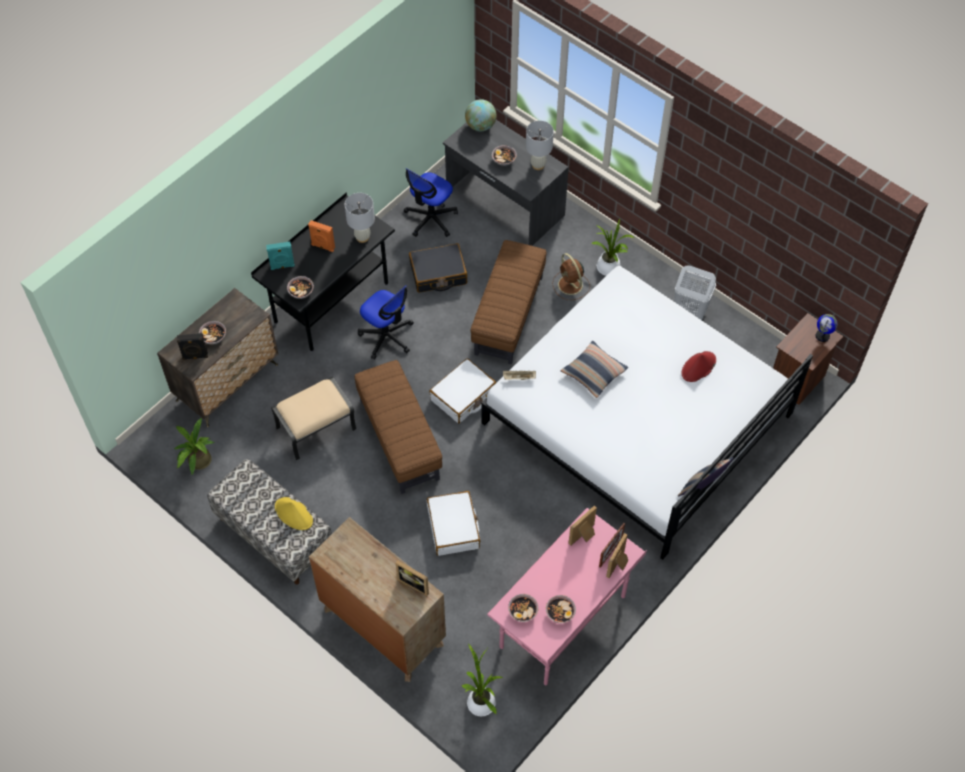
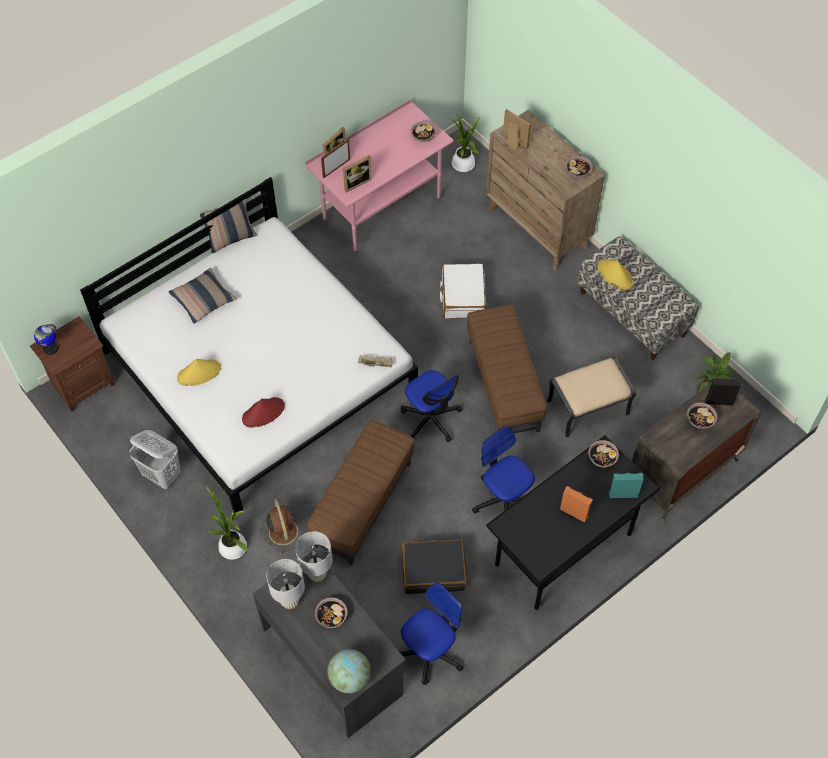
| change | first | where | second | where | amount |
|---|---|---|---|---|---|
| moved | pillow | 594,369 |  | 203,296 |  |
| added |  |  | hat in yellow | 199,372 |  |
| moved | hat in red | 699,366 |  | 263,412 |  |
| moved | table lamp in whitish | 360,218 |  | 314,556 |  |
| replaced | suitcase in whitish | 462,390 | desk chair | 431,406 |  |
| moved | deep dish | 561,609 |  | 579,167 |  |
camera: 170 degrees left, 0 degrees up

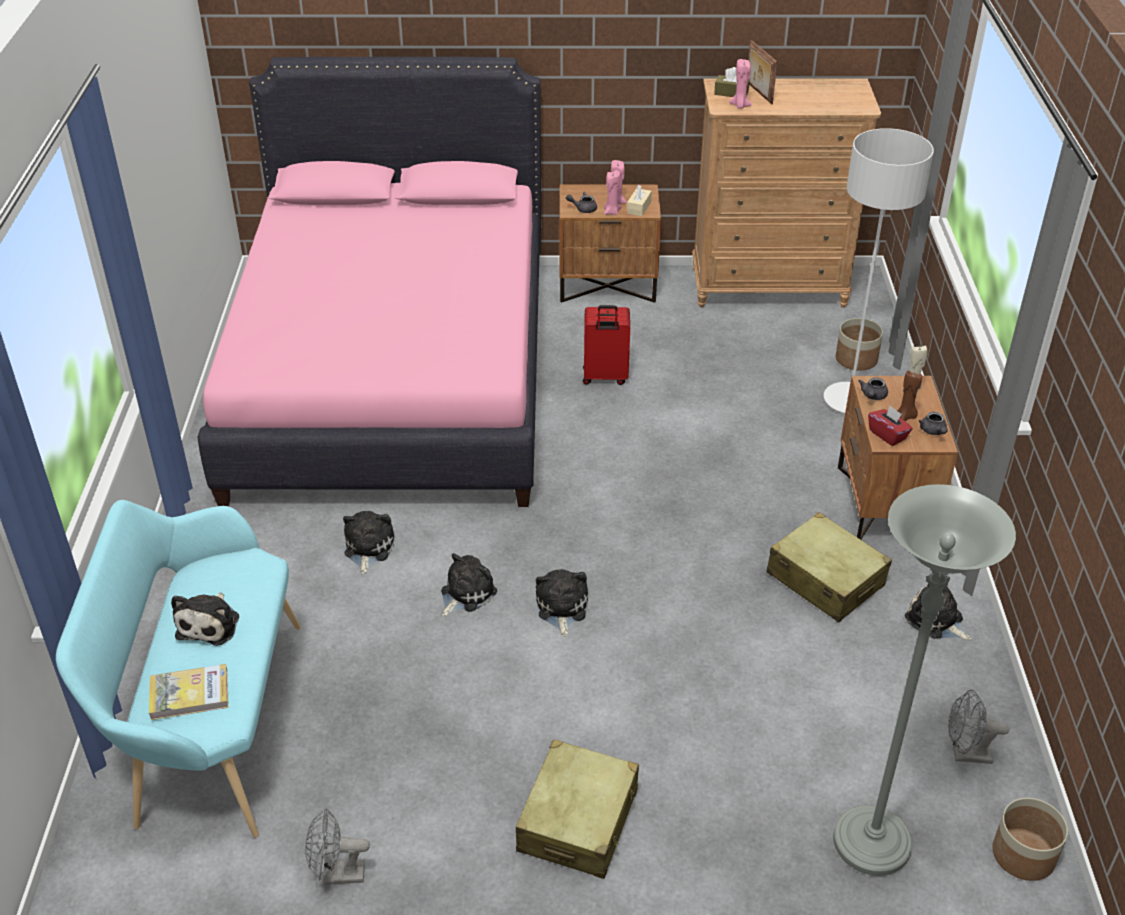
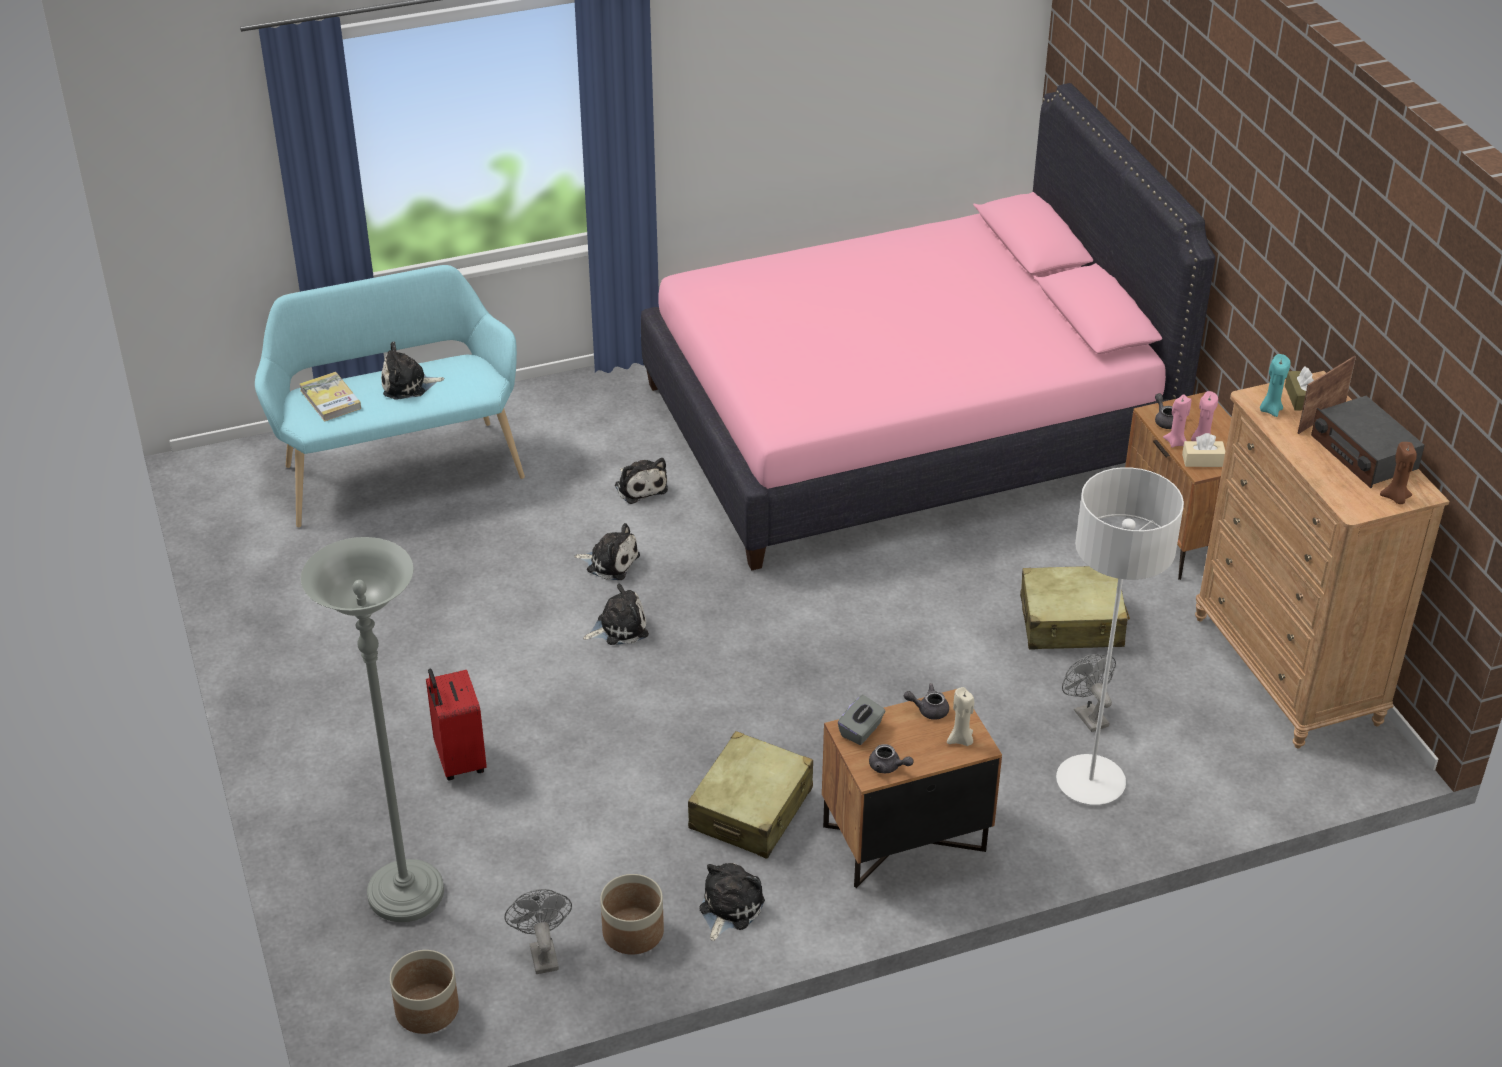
| change | first | where | second | where | amount |
|---|---|---|---|---|---|
| moved | suitcase in red | 606,345 |  | 456,724 |  |
| moved | planter | 859,344 |  | 632,914 |  |
| turned | soft toy | 368,542 |  | 641,481 | 75 degrees clockwise |
| recoloured | tissue holder in red | 890,426 | tissue holder in greyish | 861,720 |  |
| turned | teapot in greyish | 933,423 |  | 891,758 | 120 degrees counterclockwise |
| moved | suitcase in beige-coloured | 577,809 |  | 1075,608 |  |
| moved | electric fan in greyish | 337,846 |  | 1089,693 |  |
| recoloured | wax light in pinkish | 740,84 | wax light in turquoise | 1275,385 |  |
| added |  |  | radio | 1368,441 |  |
| moved | wax light in brownish | 909,395 |  | 1398,473 |  |
camera: 70 degrees right, 0 degrees up

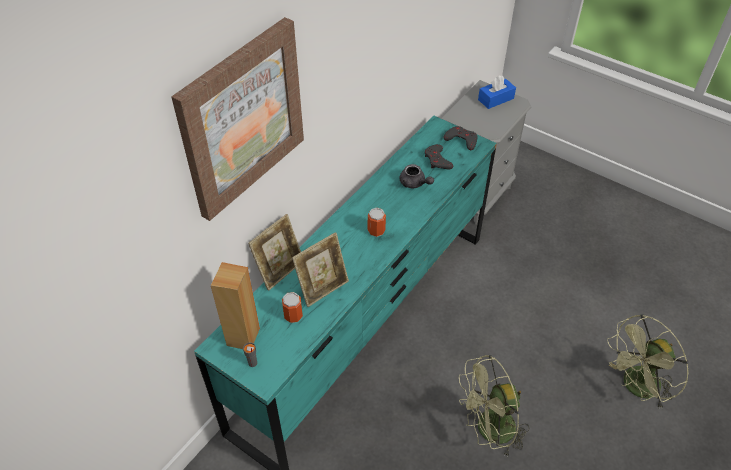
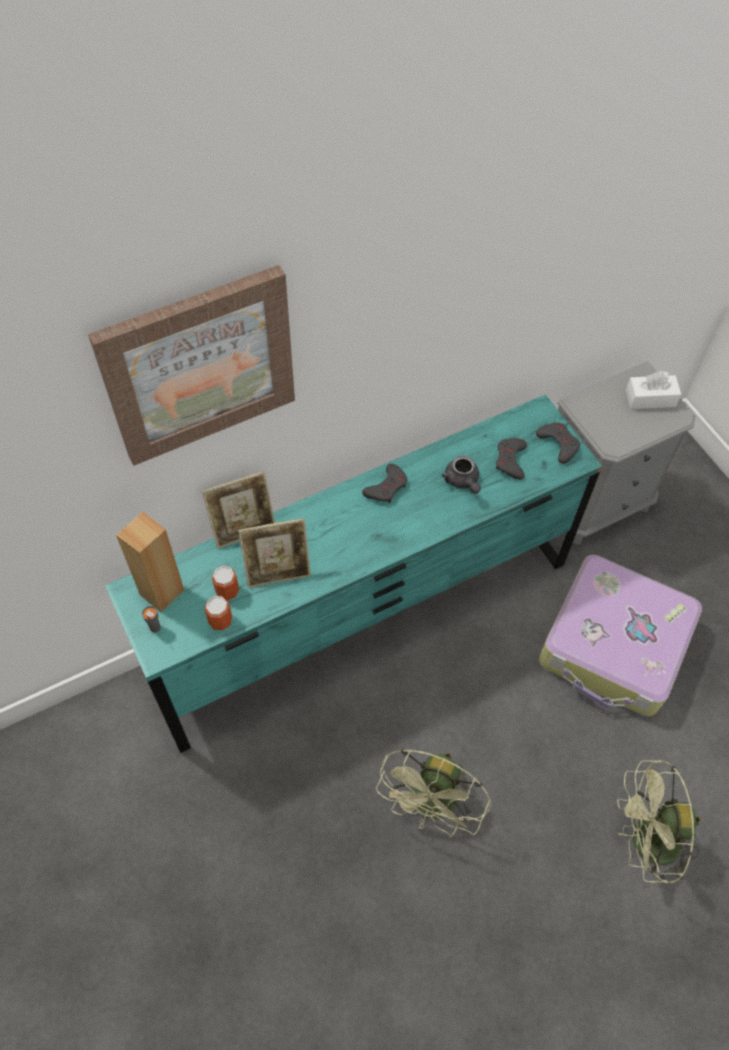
| change | first | where | second | where | amount |
|---|---|---|---|---|---|
| moved | can | 377,222 |  | 218,613 |  |
| added |  |  | joypad in greyish | 384,483 |  |
| turned | electric fan in green | 494,406 |  | 433,792 | 75 degrees counterclockwise |
| added |  |  | suitcase | 620,636 |  |
| recoloured | tissue holder in blue | 497,92 | tissue holder in whitish | 653,390 |  |
camera: 25 degrees right, 10 degrees up

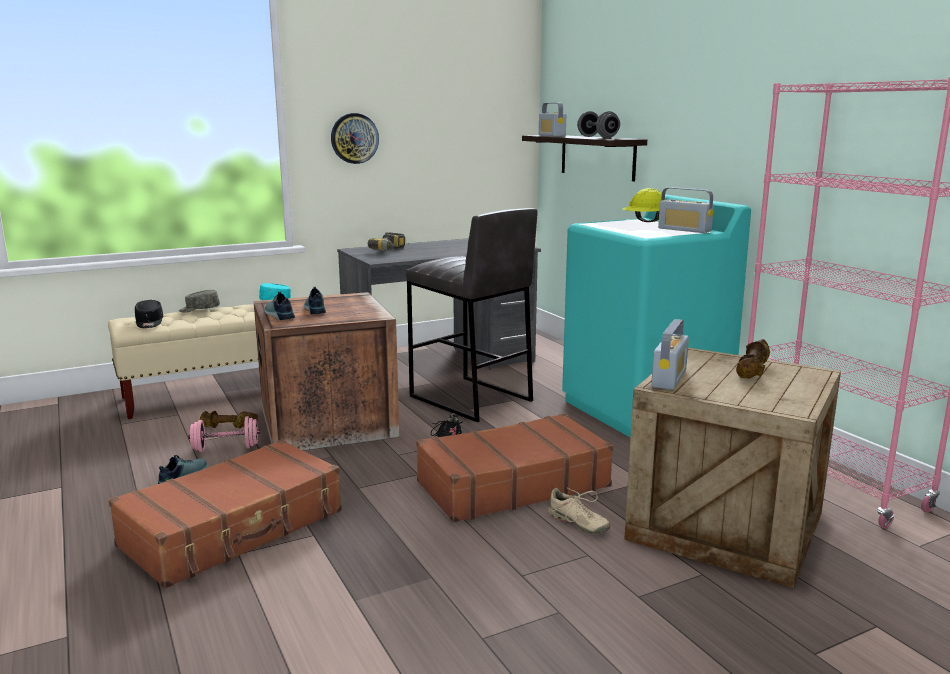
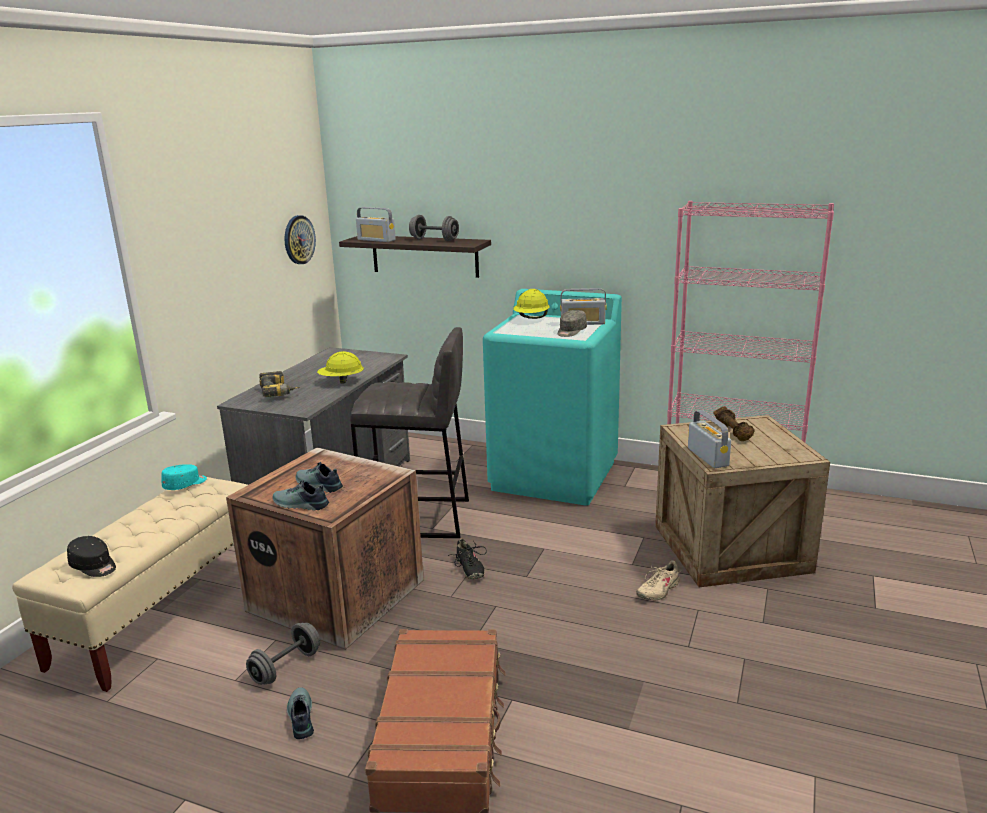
| change | first | where | second | where | amount |
|---|---|---|---|---|---|
| recoloured | hand weight in pinkish | 224,434 | hand weight in greyish | 283,654 |  |
| moved | clock on the wall | 355,138 |  | 300,239 |  |
| added |  |  | hard hat in yellow | 340,367 |  |
| moved | baseball cap in greyish | 199,301 |  | 572,323 |  |
| turned | shoe in beige-coloured | 579,511 |  | 659,580 | 135 degrees clockwise |
| removed | hand weight in brownish | 229,420 |  |  |  |
| removed | suitcase in brownish | 515,467 |  |  |  |
camera: 40 degrees left, 5 degrees up

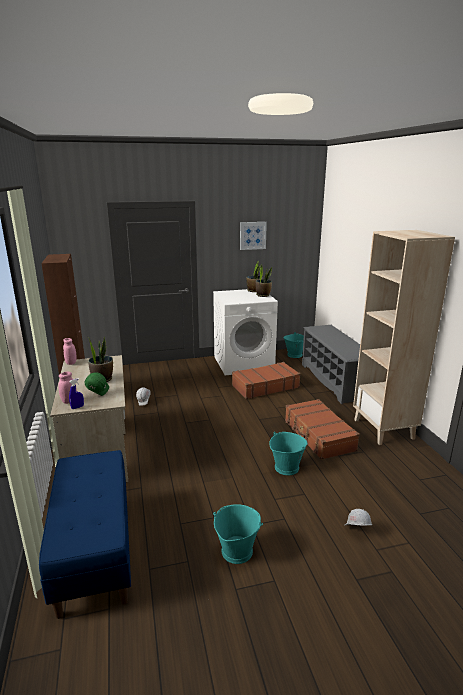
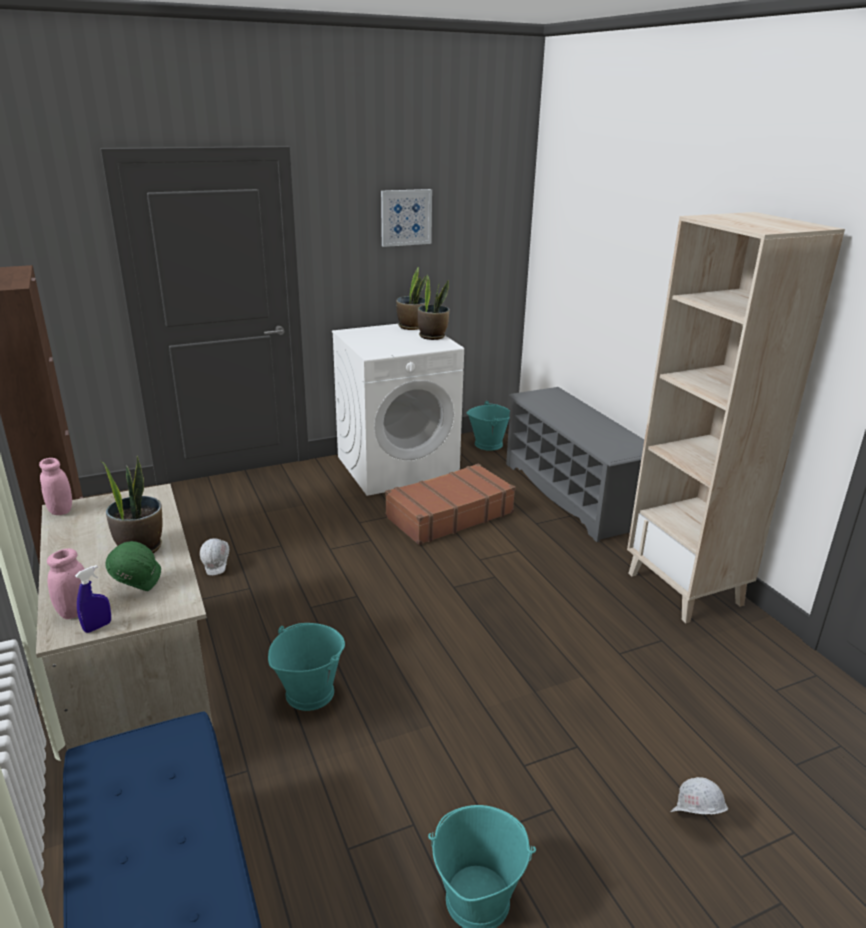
| change | first | where | second | where | amount |
|---|---|---|---|---|---|
| moved | bucket in turquoise | 288,453 |  | 306,667 |  |
| removed | suitcase in brownish | 322,429 |  |  |  |
camera: 10 degrees left, 5 degrees up

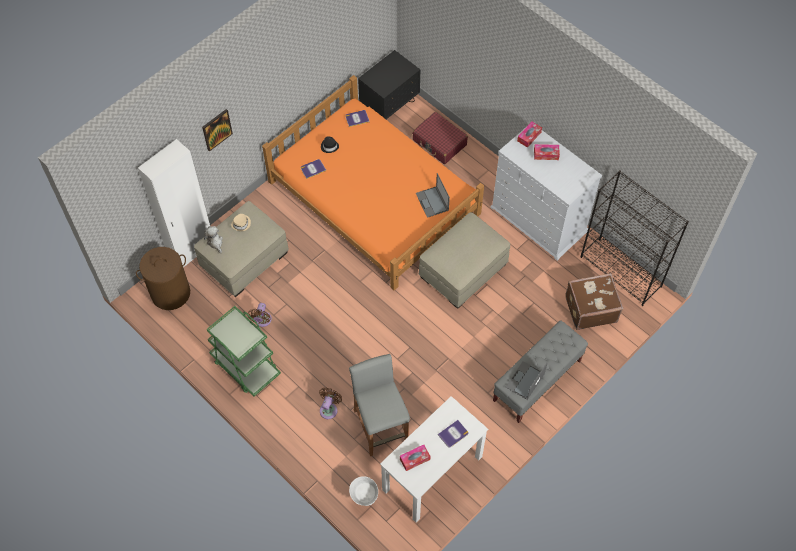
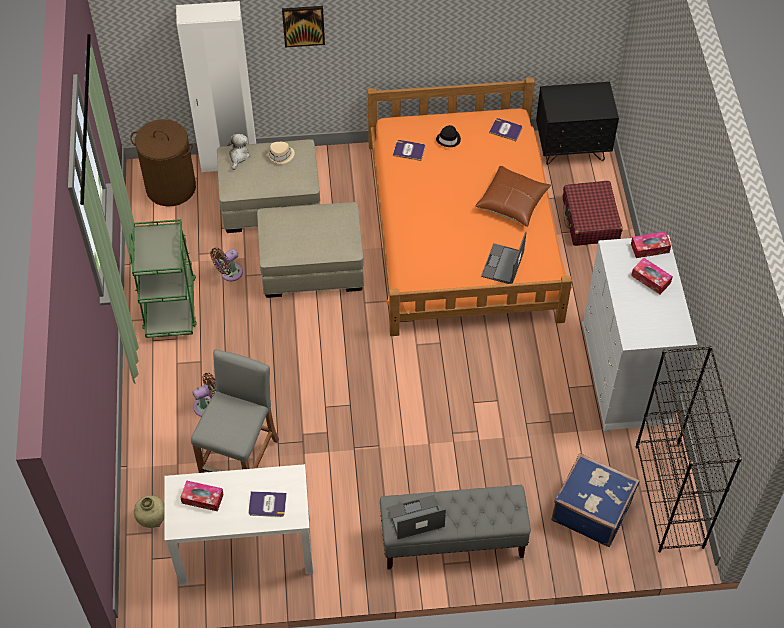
| change | first | where | second | where | amount |
|---|---|---|---|---|---|
| replaced | deep dish in whitish | 363,491 | decorative vase in beige-coloured | 149,511 |  |
| moved | pouffe in beige-coloured | 464,260 |  | 310,250 |  |
| added |  |  | pillow in brownish | 513,196 |  |
| recoloured | suitcase in brownish | 594,301 | suitcase in blue | 595,500 |  |
camera: 40 degrees right, 5 degrees down

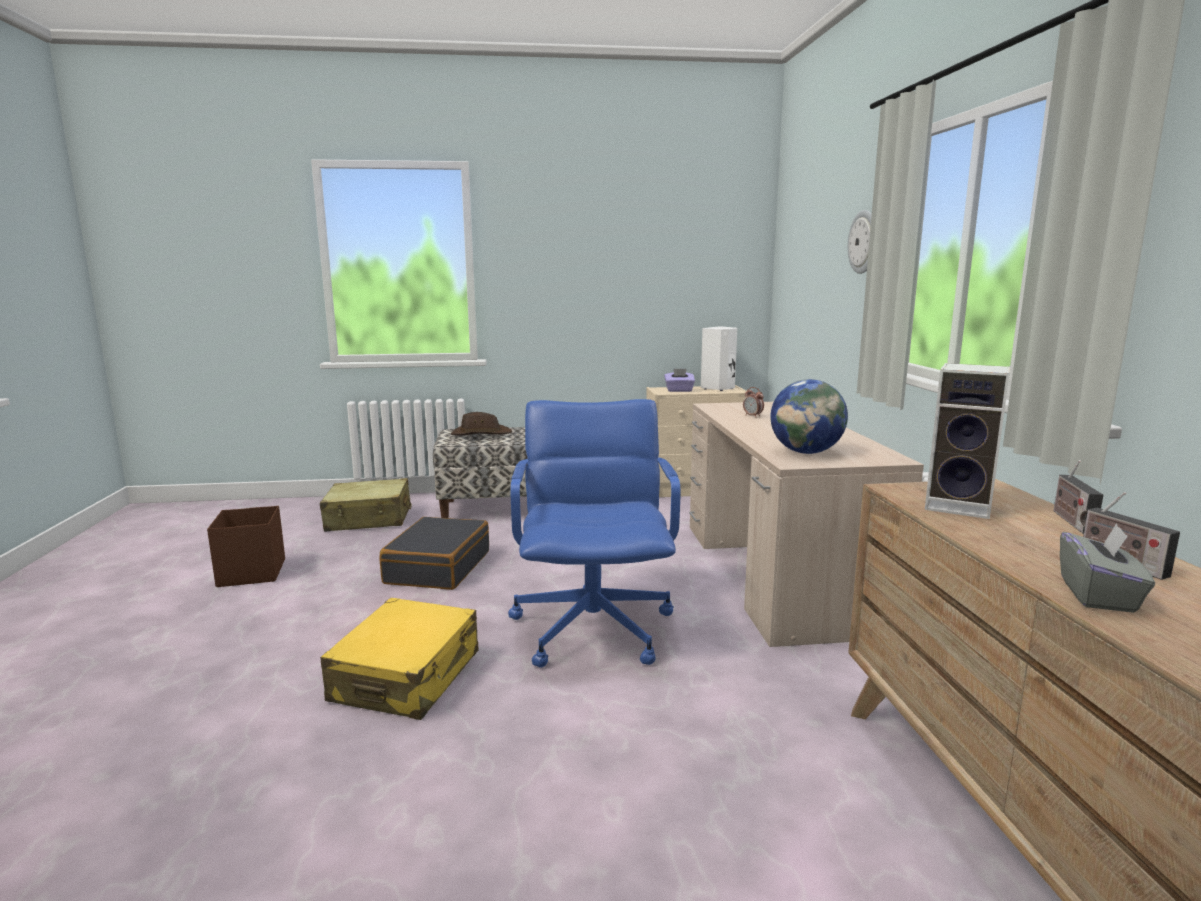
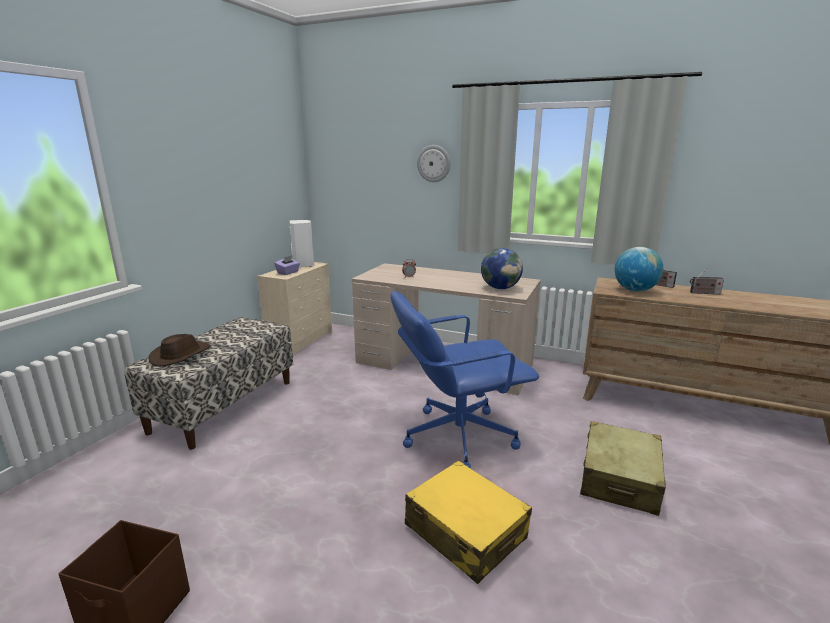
| change | first | where | second | where | amount |
|---|---|---|---|---|---|
| turned | desk chair in blue | 594,533 |  | 464,379 | 45 degrees counterclockwise |
| moved | suitcase in beige-coloured | 366,505 |  | 623,468 |  |
| replaced | speaker | 967,441 | globe | 638,269 |  |
| removed | suitcase in black | 434,553 |  |  |  |
| removed | tissue holder in greyish | 1107,568 |  |  |  |
camera: 60 degrees left, 5 degrees up

